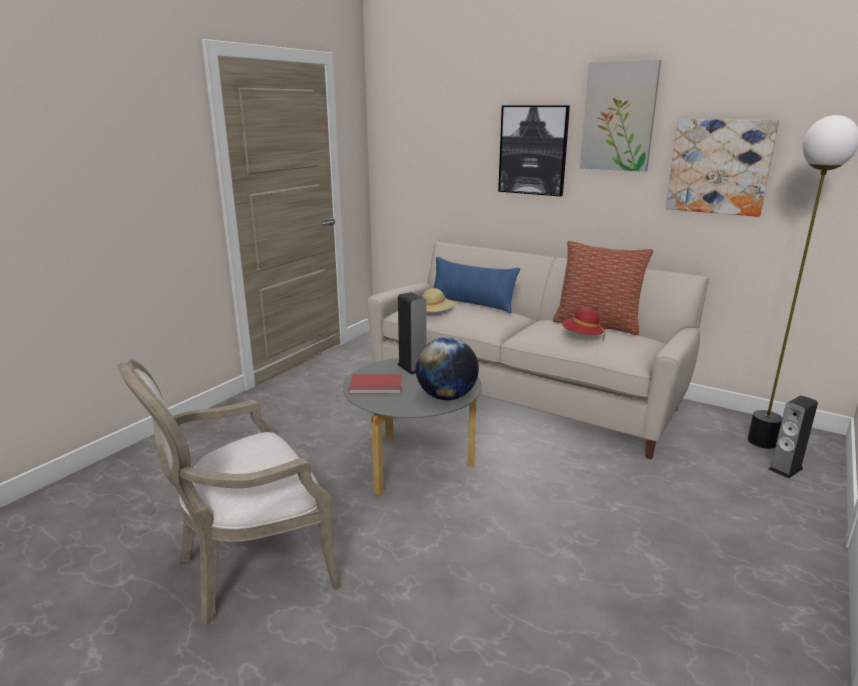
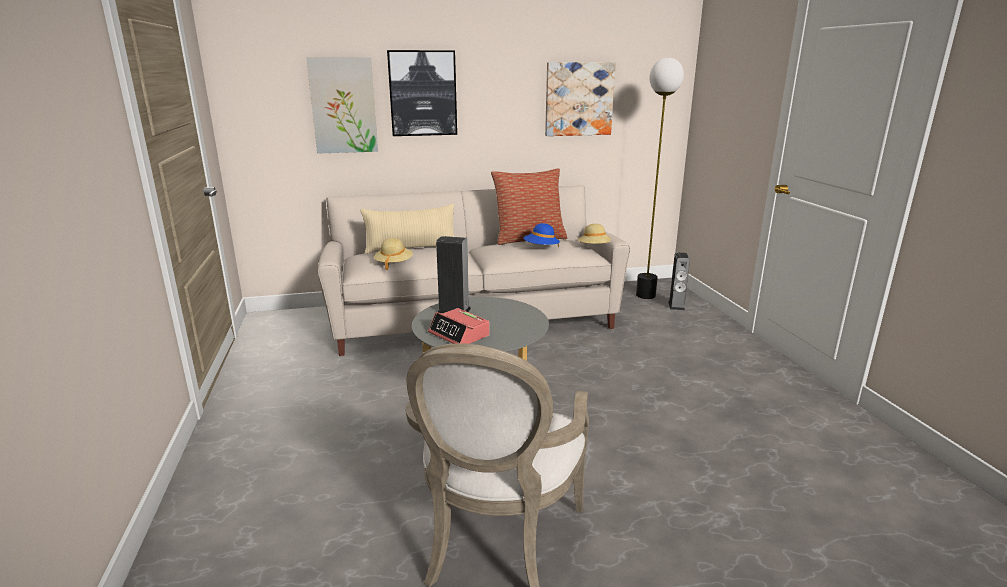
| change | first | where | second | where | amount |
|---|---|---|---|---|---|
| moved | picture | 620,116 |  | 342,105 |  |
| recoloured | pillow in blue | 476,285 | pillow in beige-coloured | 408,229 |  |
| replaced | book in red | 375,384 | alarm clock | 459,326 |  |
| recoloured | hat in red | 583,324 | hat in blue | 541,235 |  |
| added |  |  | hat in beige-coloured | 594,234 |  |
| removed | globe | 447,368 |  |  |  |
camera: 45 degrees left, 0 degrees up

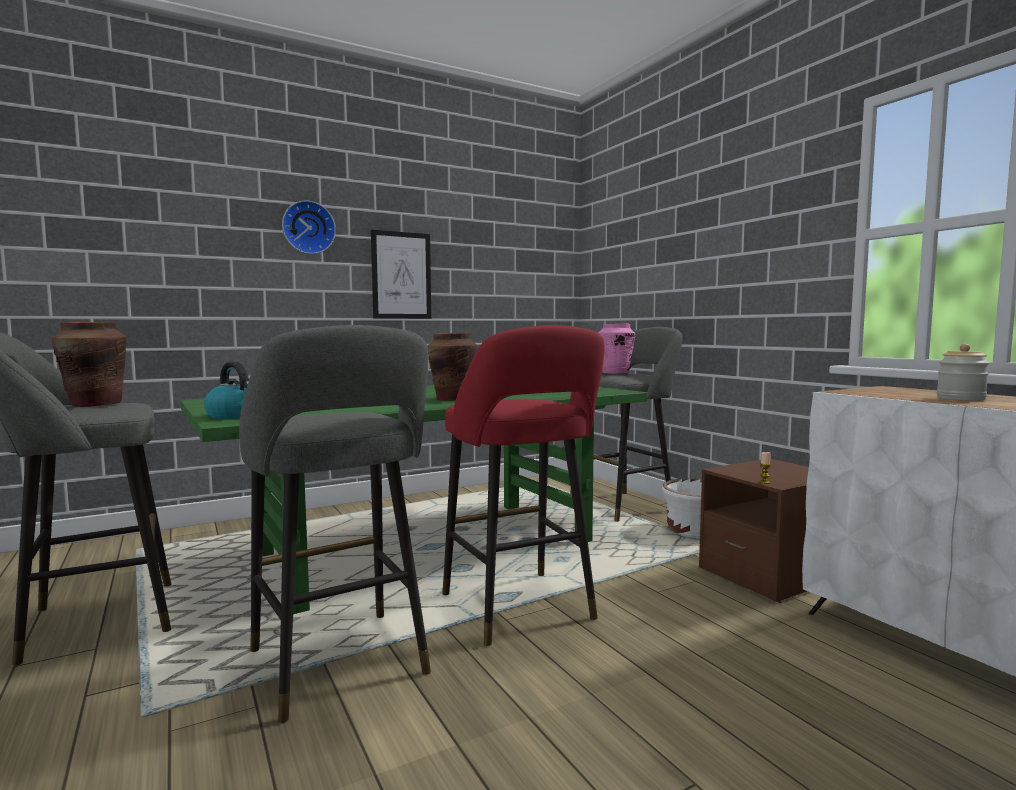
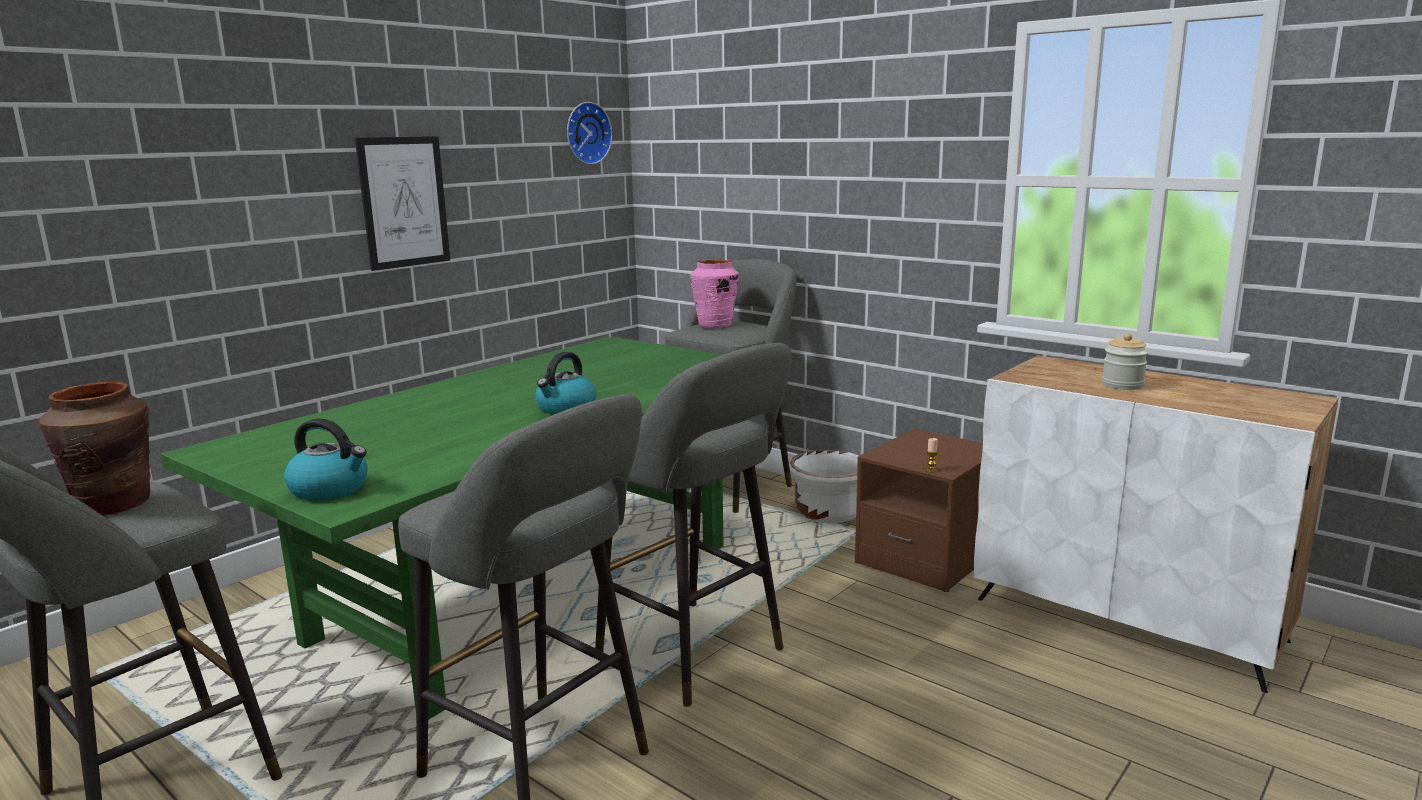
| change | first | where | second | where | amount |
|---|---|---|---|---|---|
| replaced | decorative vase in brownish | 452,367 | water kettle | 565,383 |  |
| moved | clock on the wall | 309,227 |  | 589,133 |  |
| recoloured | stool seat in red | 523,485 | stool seat in greyish | 693,525 |  |
camera: 20 degrees left, 10 degrees up

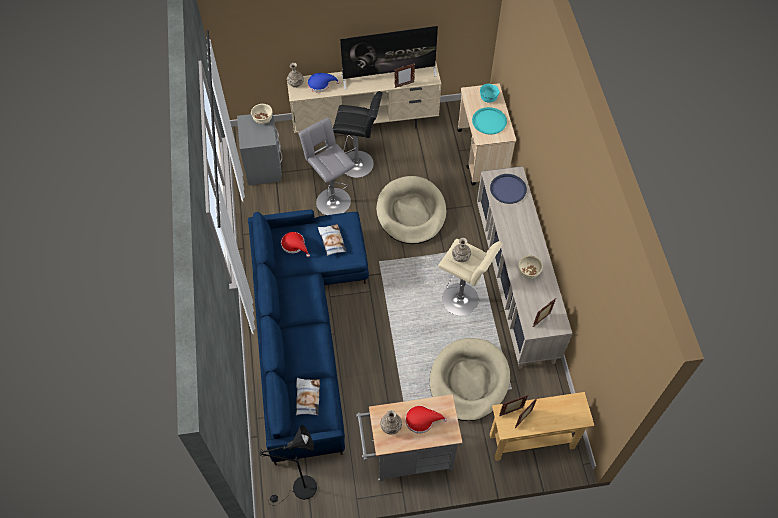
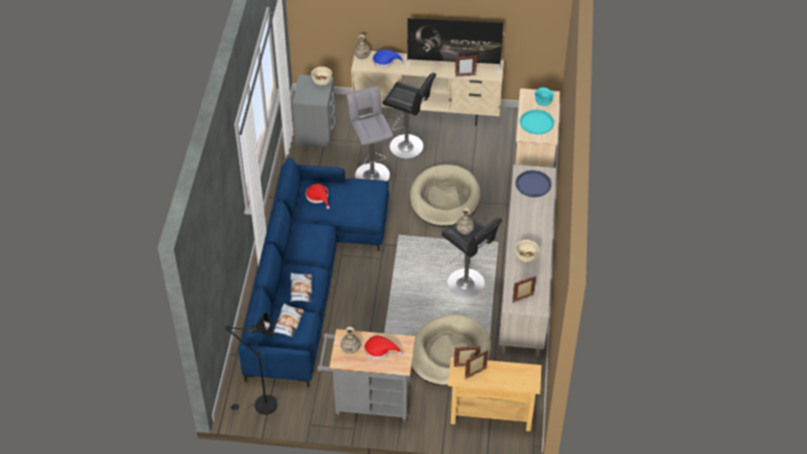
| change | first | where | second | where | amount |
|---|---|---|---|---|---|
| moved | pillow | 332,240 |  | 301,287 |  |
| recoloured | stool seat in beige-coloured | 470,277 | stool seat in black | 471,256 |  |
camera: 15 degrees right, 10 degrees down

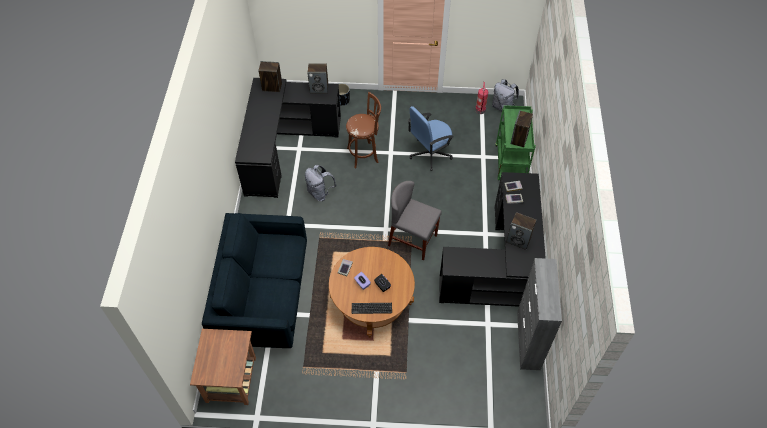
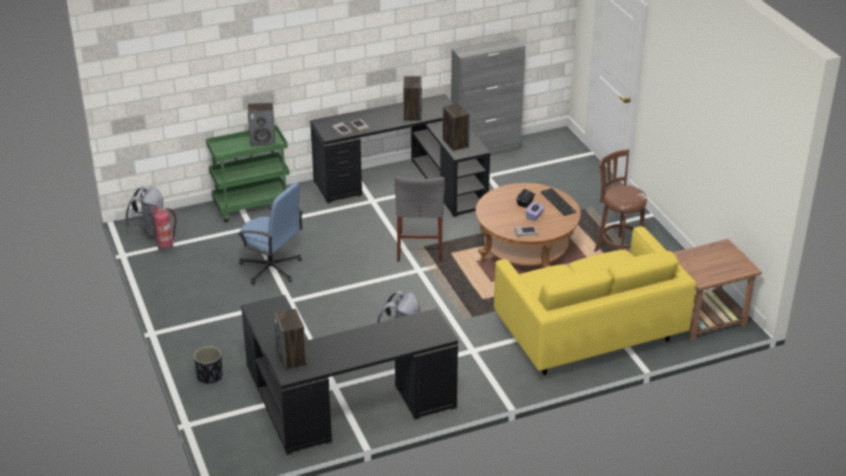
| change | first | where | second | where | amount |
|---|---|---|---|---|---|
| moved | speaker | 317,78 |  | 456,127 |  |
| recoloured | couch in blue | 254,280 | couch in yellow | 595,300 |  |
| moved | stool seat in brownish | 363,130 |  | 620,200 |  |
camera: 115 degrees left, 20 degrees down

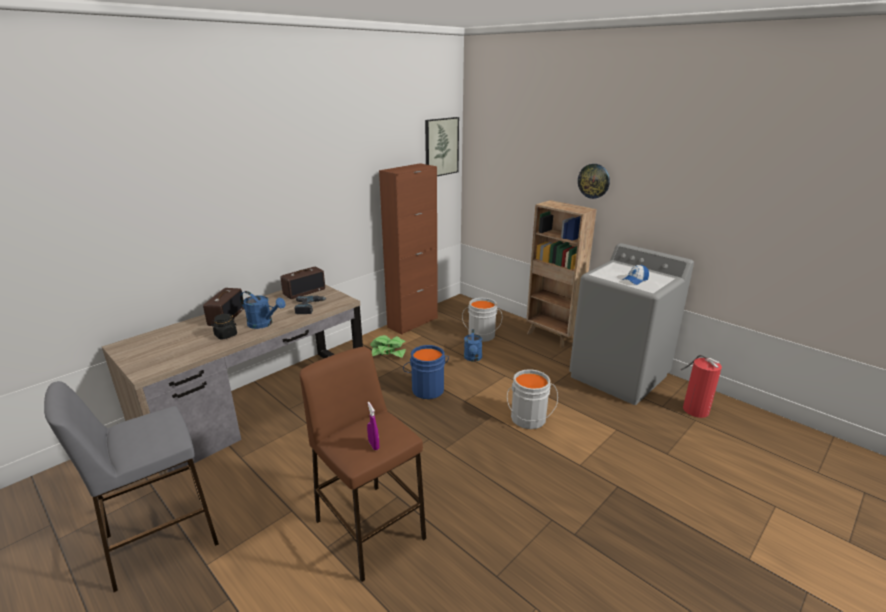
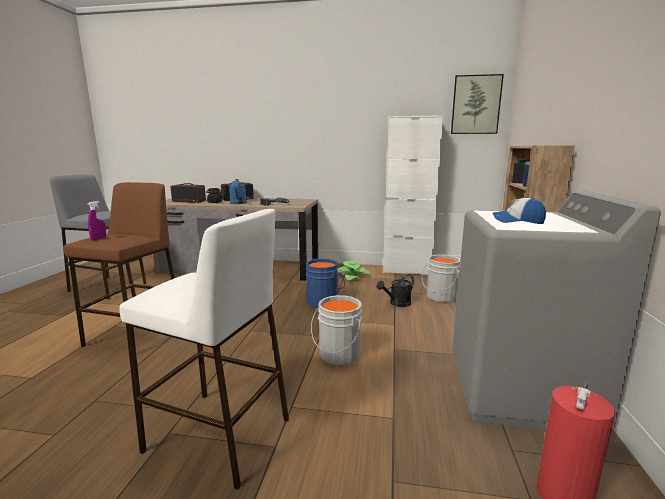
| change | first | where | second | where | amount |
|---|---|---|---|---|---|
| added |  |  | stool seat in whitish | 204,349 |  |
| moved | radio | 302,283 |  | 188,193 |  |
| recoloured | watering can in blue | 473,345 | watering can in black | 395,291 |  |
| recoloured | storage cabinet in brownish | 408,249 | storage cabinet in whitish | 413,195 |  |
| removed | clock on the wall | 594,181 |  |  |  |
camera: 55 degrees right, 10 degrees down

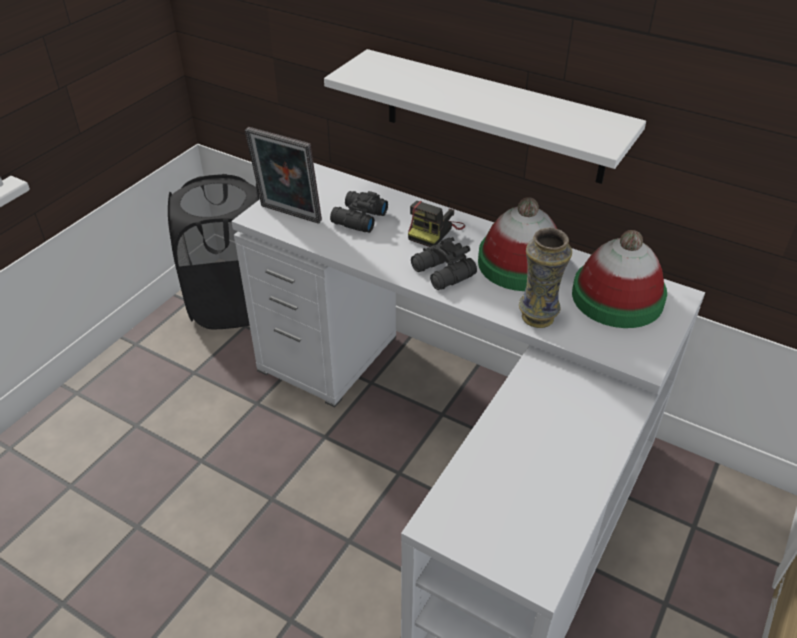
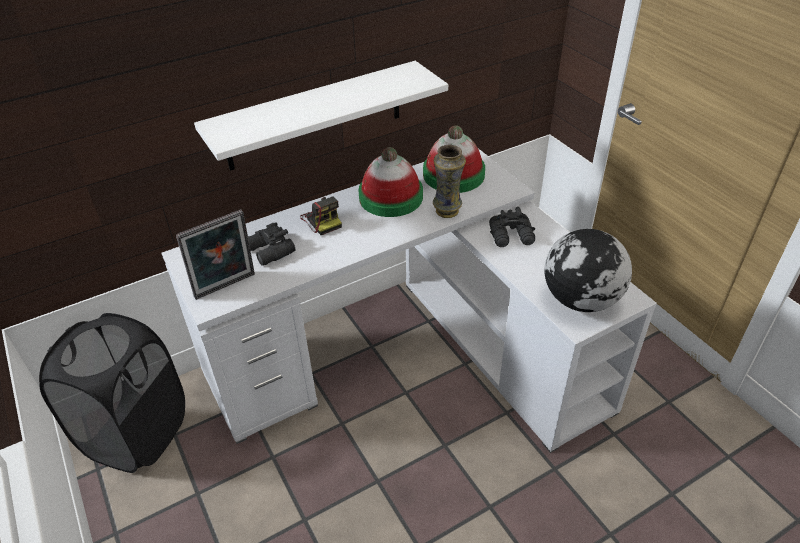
| change | first | where | second | where | amount |
|---|---|---|---|---|---|
| moved | pair of binoculars in black | 444,263 |  | 512,227 |  |
| added |  |  | globe | 588,270 |  |
camera: 60 degrees left, 0 degrees up

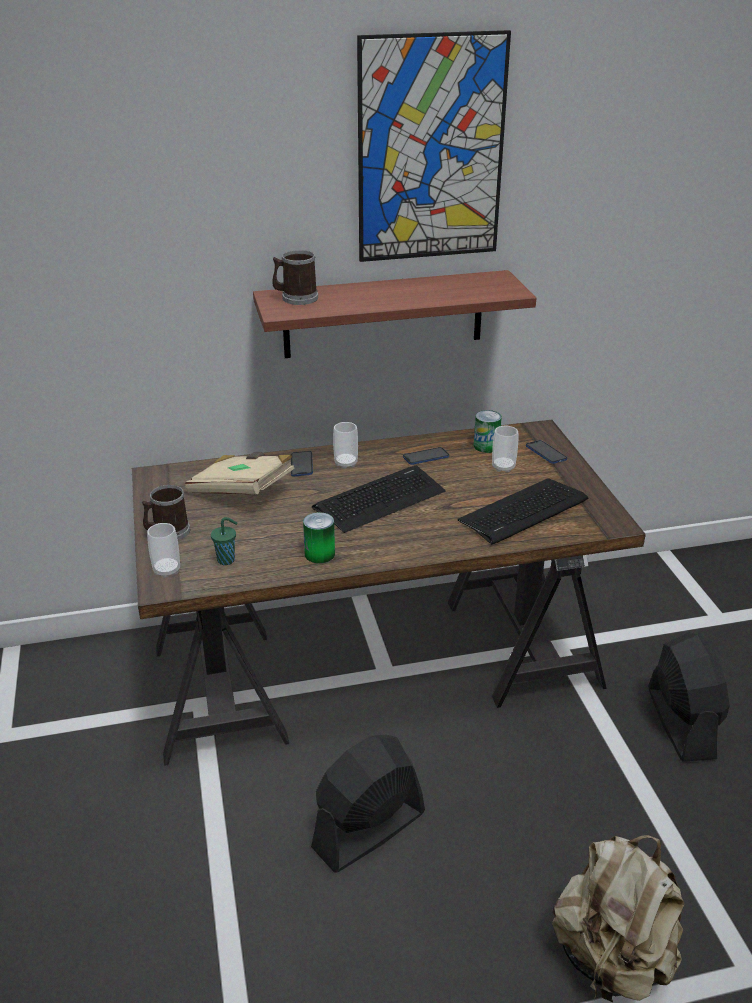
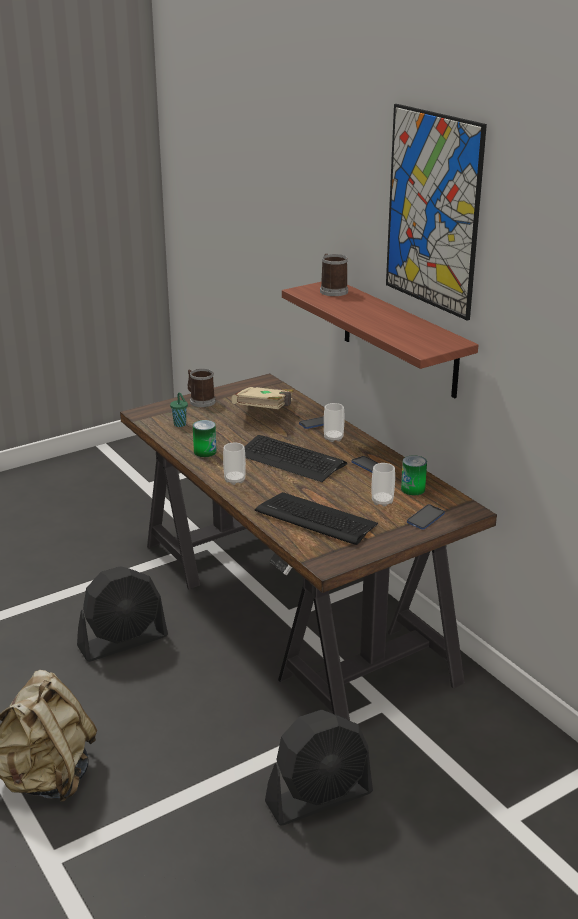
| change | first | where | second | where | amount |
|---|---|---|---|---|---|
| turned | electric fan in black | 368,804 |  | 122,614 | 120 degrees clockwise |
| moved | cup | 163,550 |  | 234,464 |  |
camera: 70 degrees right, 5 degrees down

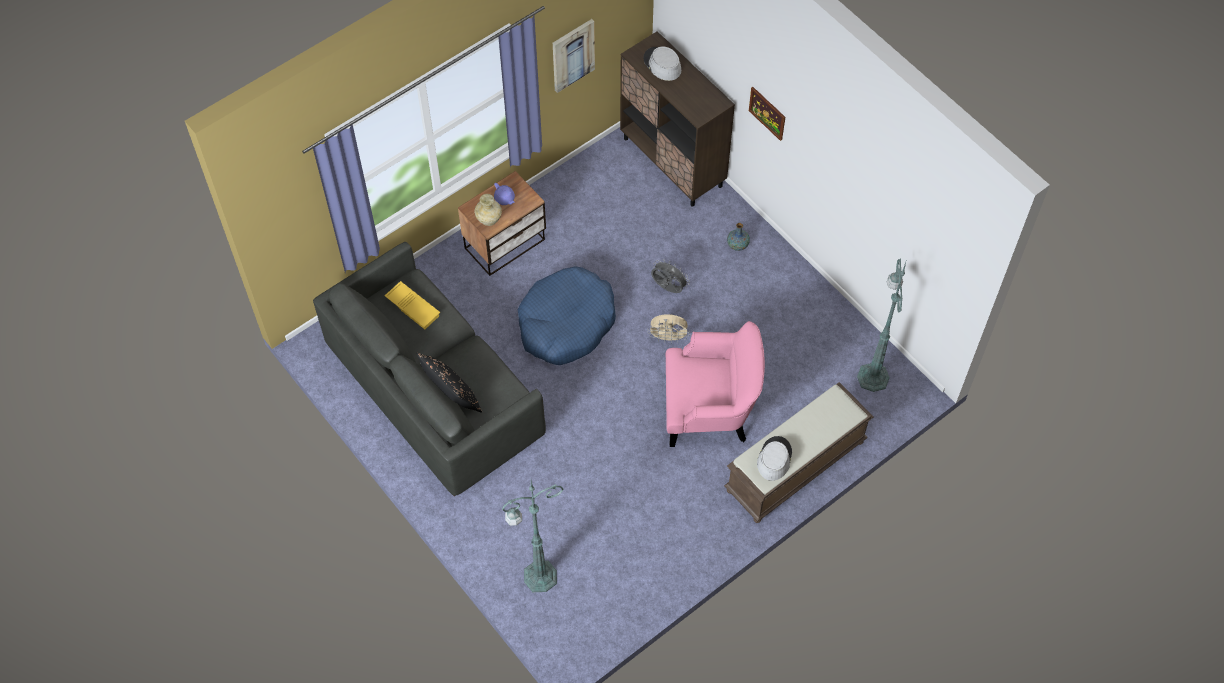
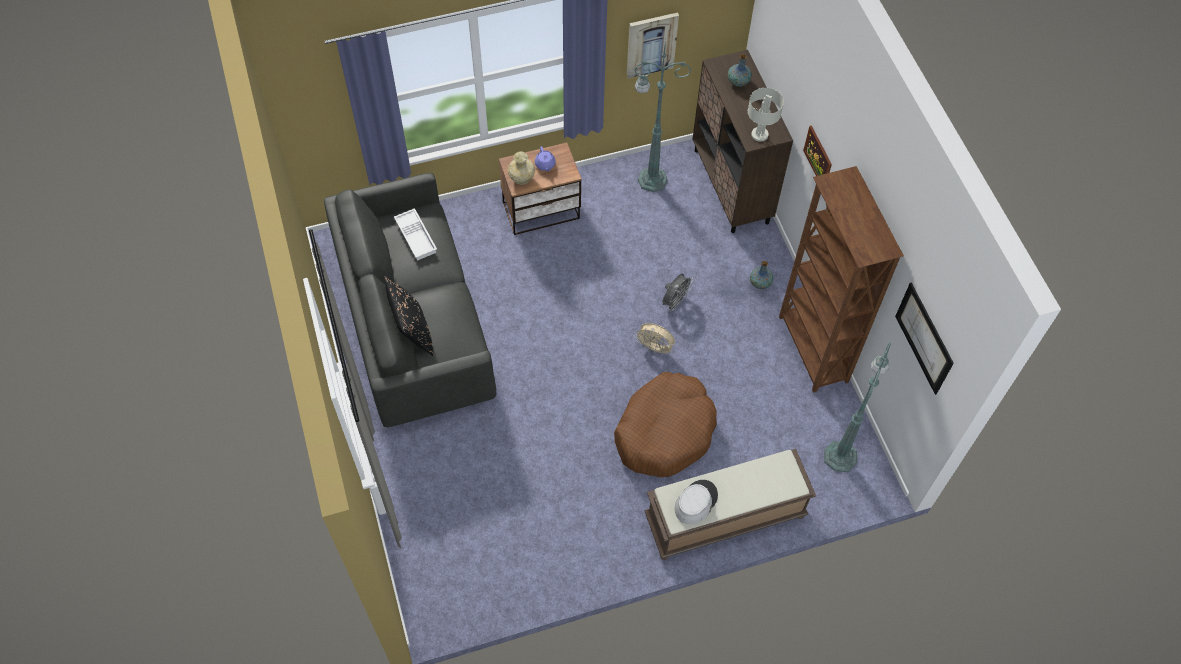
| change | first | where | second | where | amount |
|---|---|---|---|---|---|
| recoloured | carrying tray in yellow | 412,305 | carrying tray in whitish | 415,234 |  |
| replaced | easy chair in pinkish | 715,384 | pet bed in brownish | 665,424 |  |
| moved | standing lamp in green | 532,536 |  | 662,115 |  |
| turned | electric fan in greyish | 670,276 |  | 678,292 | 75 degrees clockwise |
| replaced | hat in greyish | 662,63 | decorative vase | 740,70 |  |
| added |  |  | table lamp in greyish | 766,115 |  |
| added |  |  | shelving unit in brownish | 841,279 |  |
| added |  |  | picture | 924,338 |  |
| removed | pet bed in blue | 567,315 |  |  |  |
camera: 20 degrees right, 0 degrees up

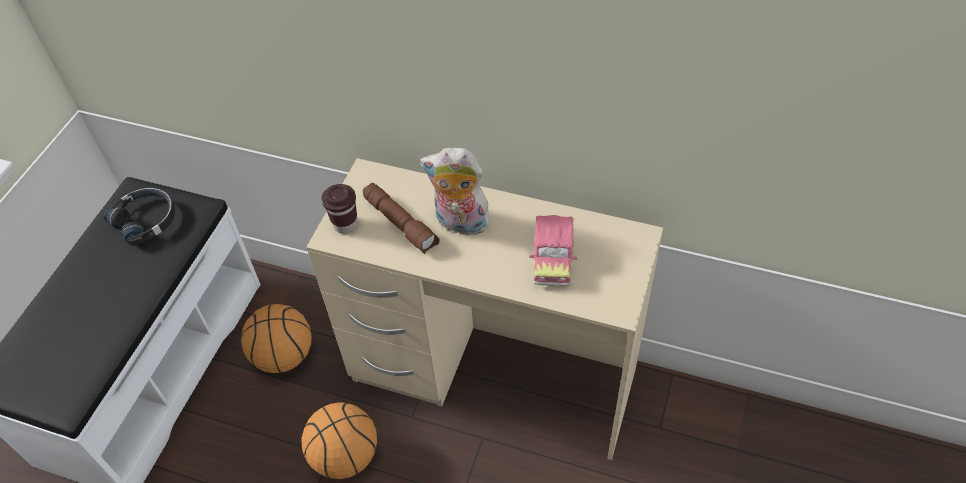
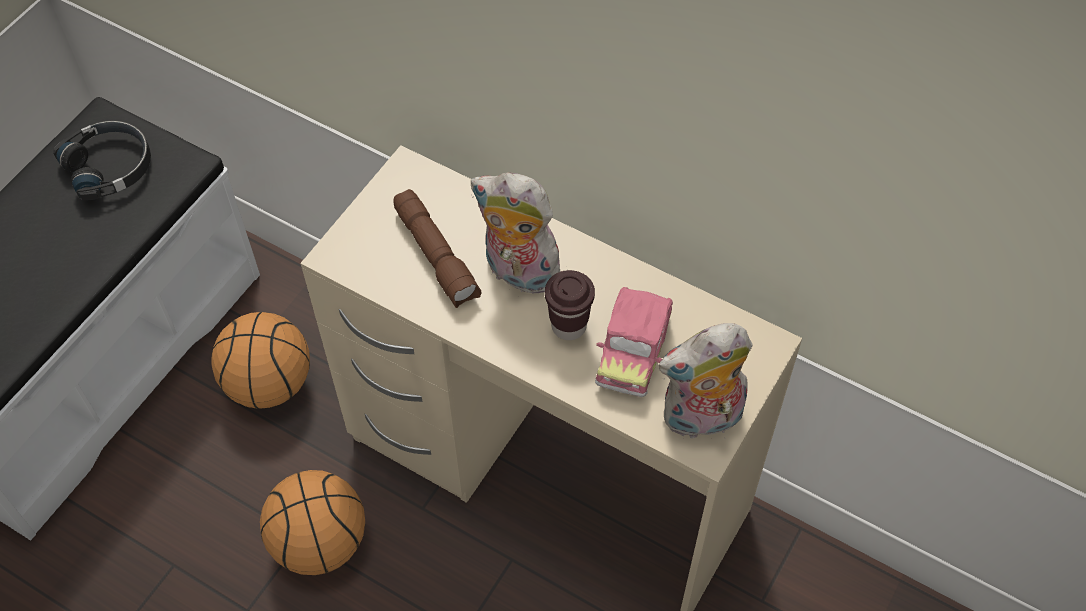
| change | first | where | second | where | amount |
|---|---|---|---|---|---|
| moved | cup in brownish | 339,209 |  | 570,305 |  |
| added |  |  | soft toy | 705,381 |  |
camera: 10 degrees right, 5 degrees up

